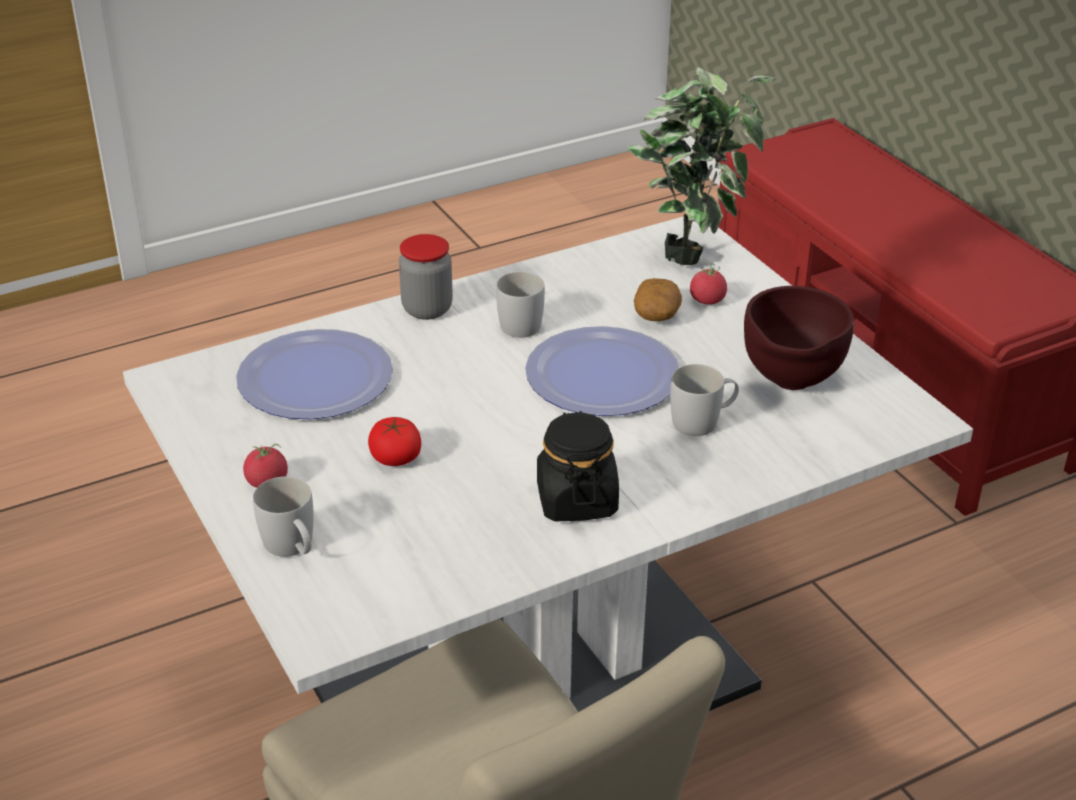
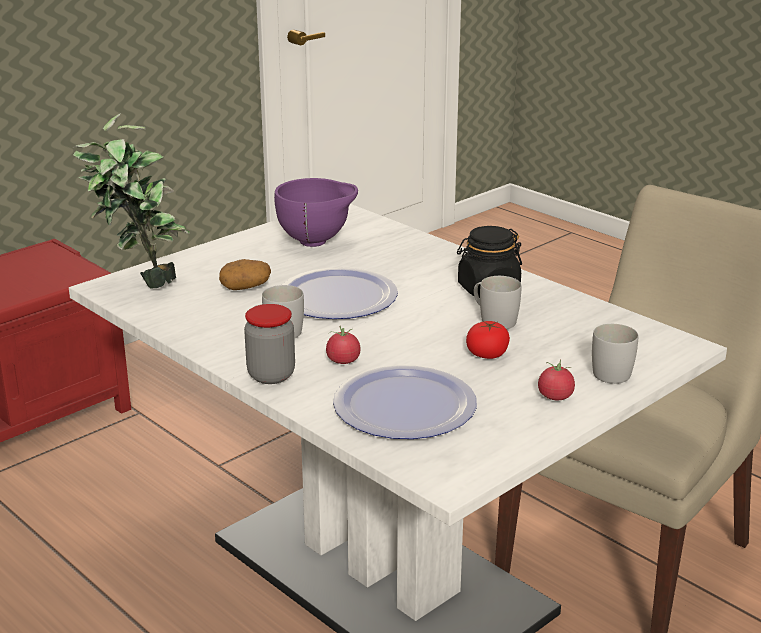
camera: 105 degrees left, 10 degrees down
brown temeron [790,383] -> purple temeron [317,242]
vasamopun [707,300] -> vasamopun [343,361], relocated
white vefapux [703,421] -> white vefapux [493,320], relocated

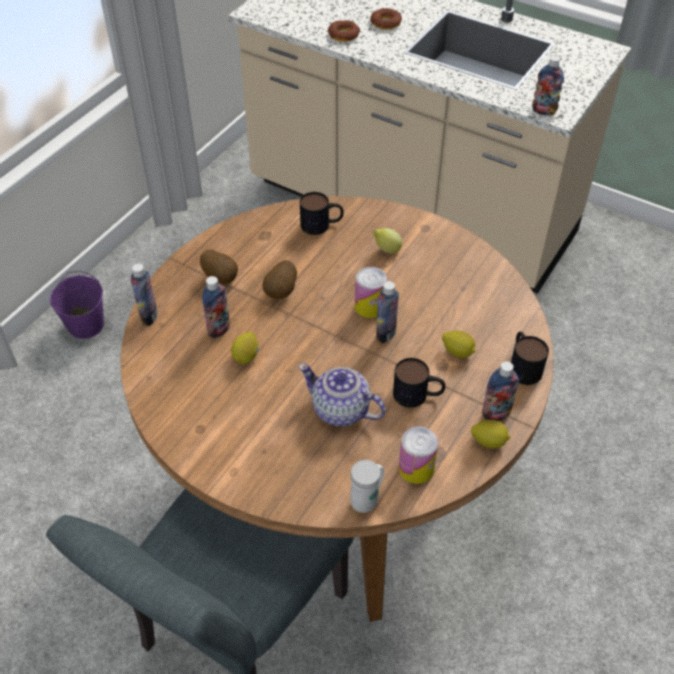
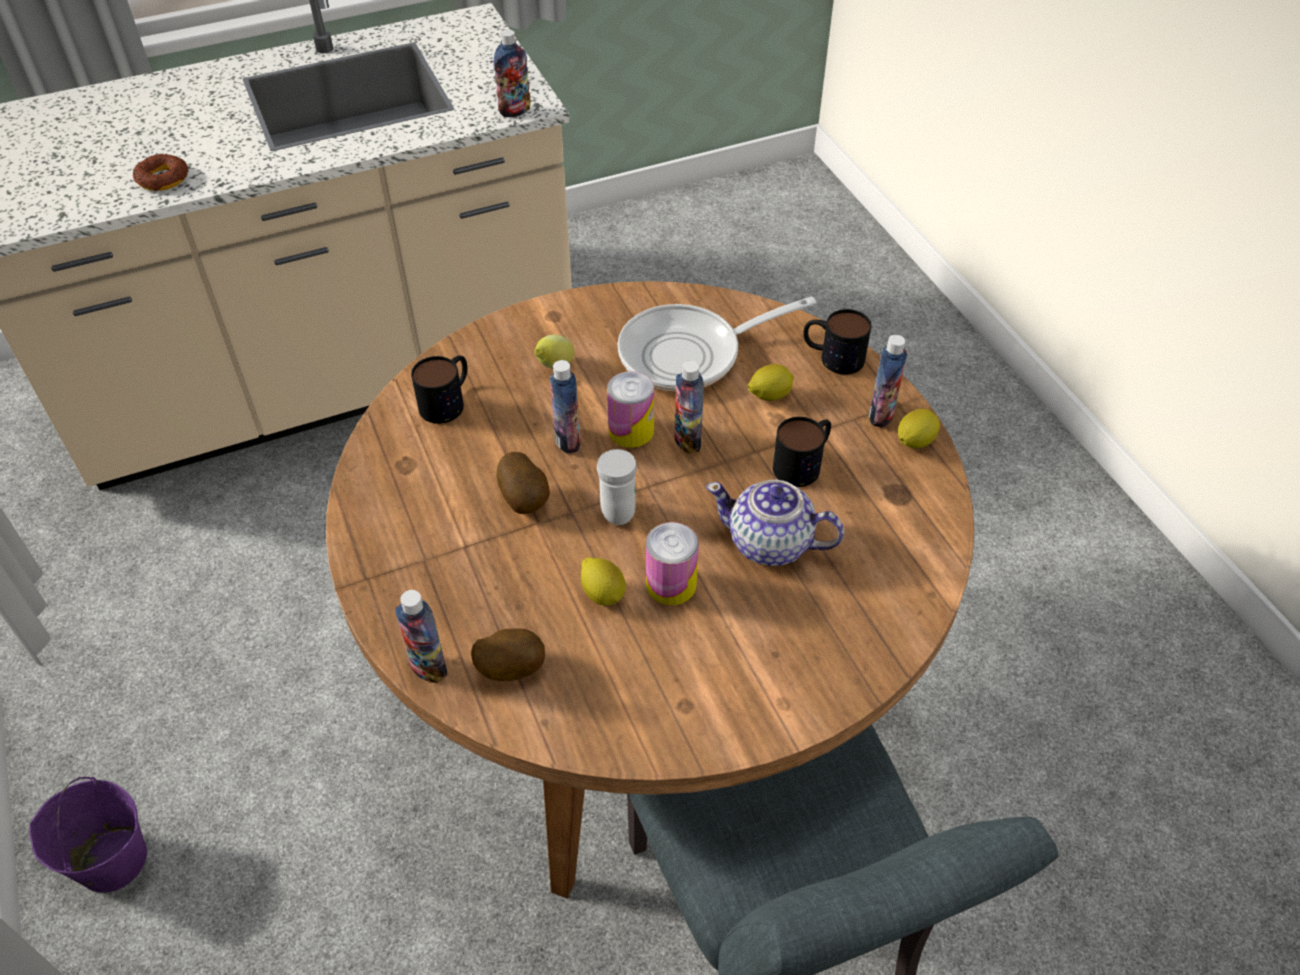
camera: 55 degrees left, 0 degrees up
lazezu [221,277] -> lazezu [510,668], relocated
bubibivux [219,329] -> bubibivux [567,440], relocated
white vefapux [367,499] -> white vefapux [616,507], relocated
none -> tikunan [690,354]
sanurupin [416,468] -> sanurupin [671,584], relocated
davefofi [341,410] -> davefofi [771,544], 45 degrees clockwise
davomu [385,23] -> none

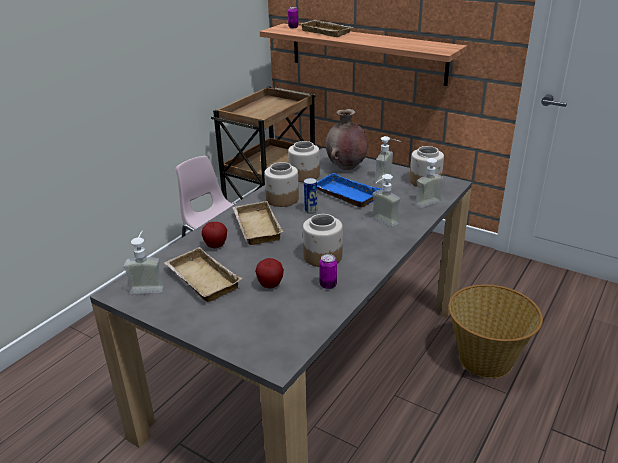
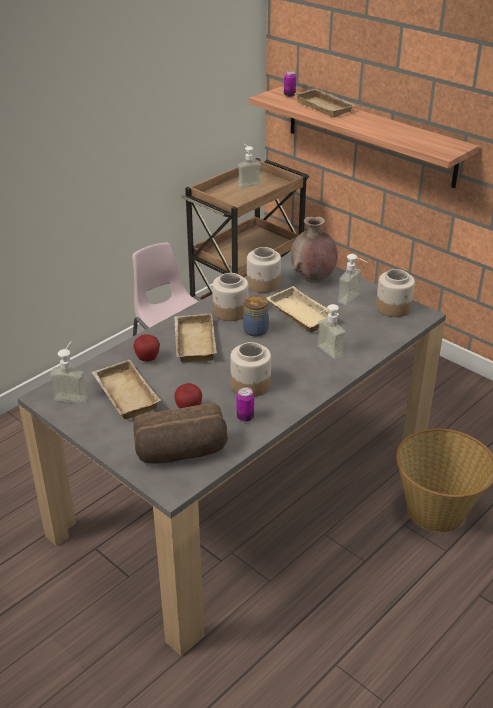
camera: 10 degrees right, 5 degrees up
none -> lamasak [181,453]
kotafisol [424,200] -> kotafisol [247,183], relocated
sanurupin [310,211] -> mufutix [256,329]
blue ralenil [344,195] -> beige ralenil [298,314]

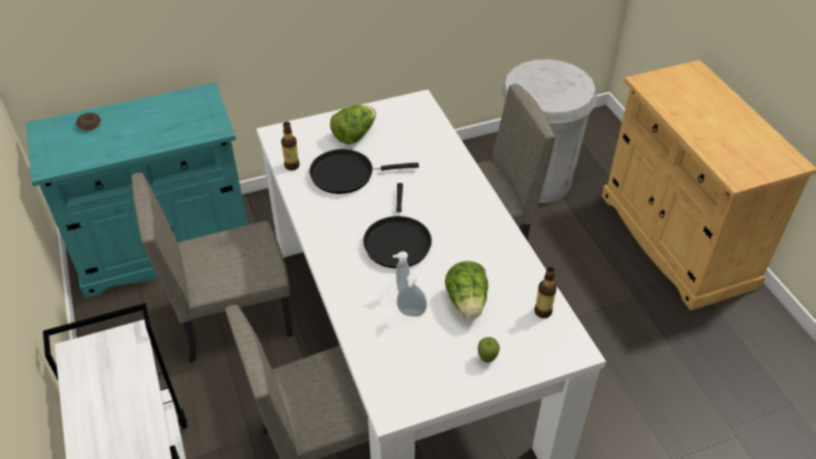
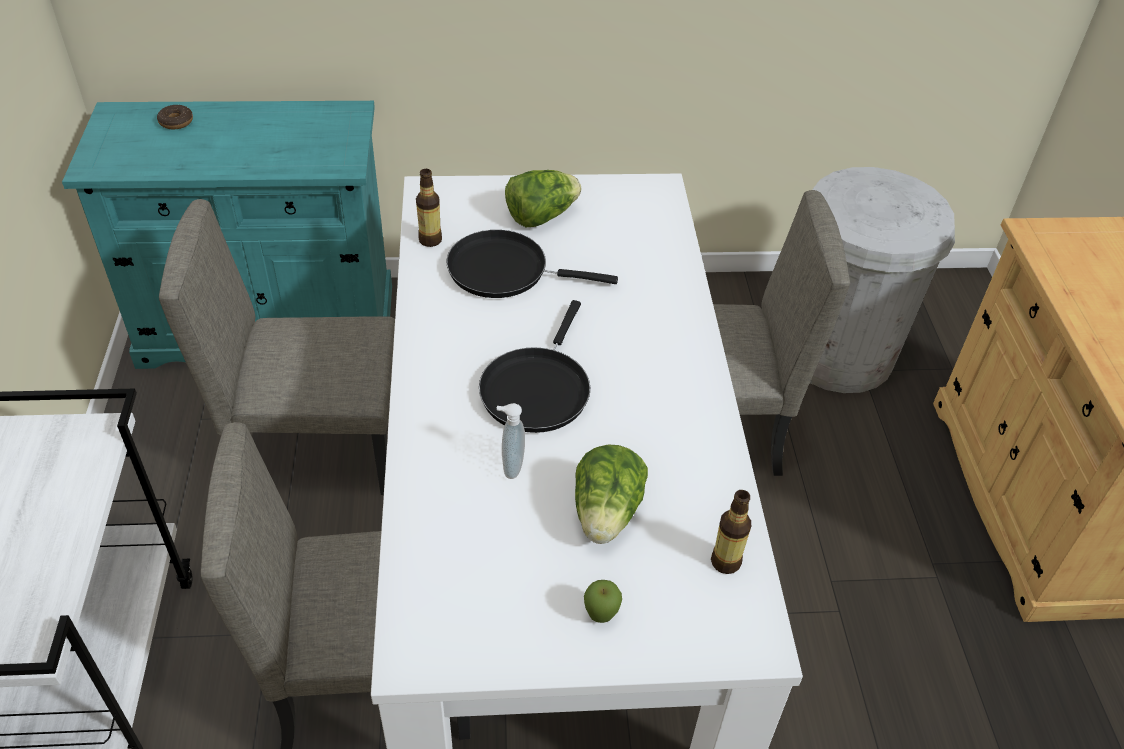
camera: 15 degrees right, 0 degrees up
kotafisol [411,314] -> none

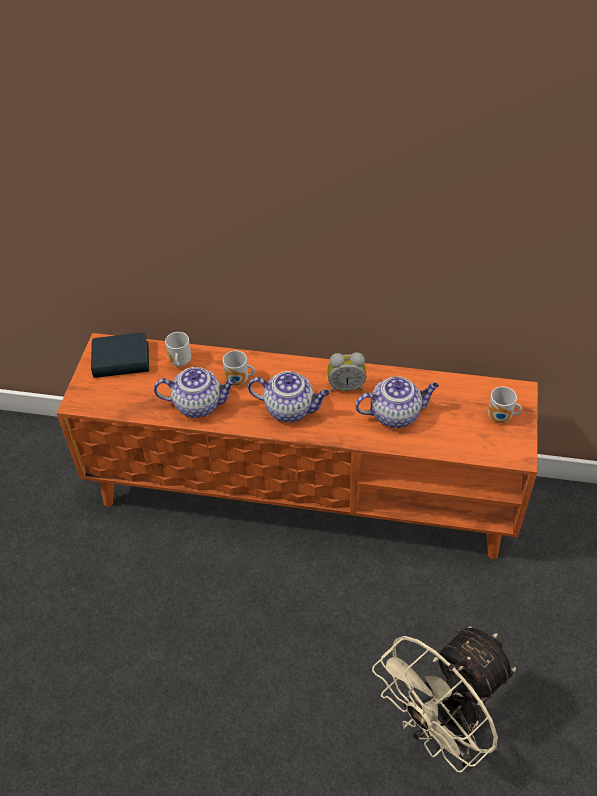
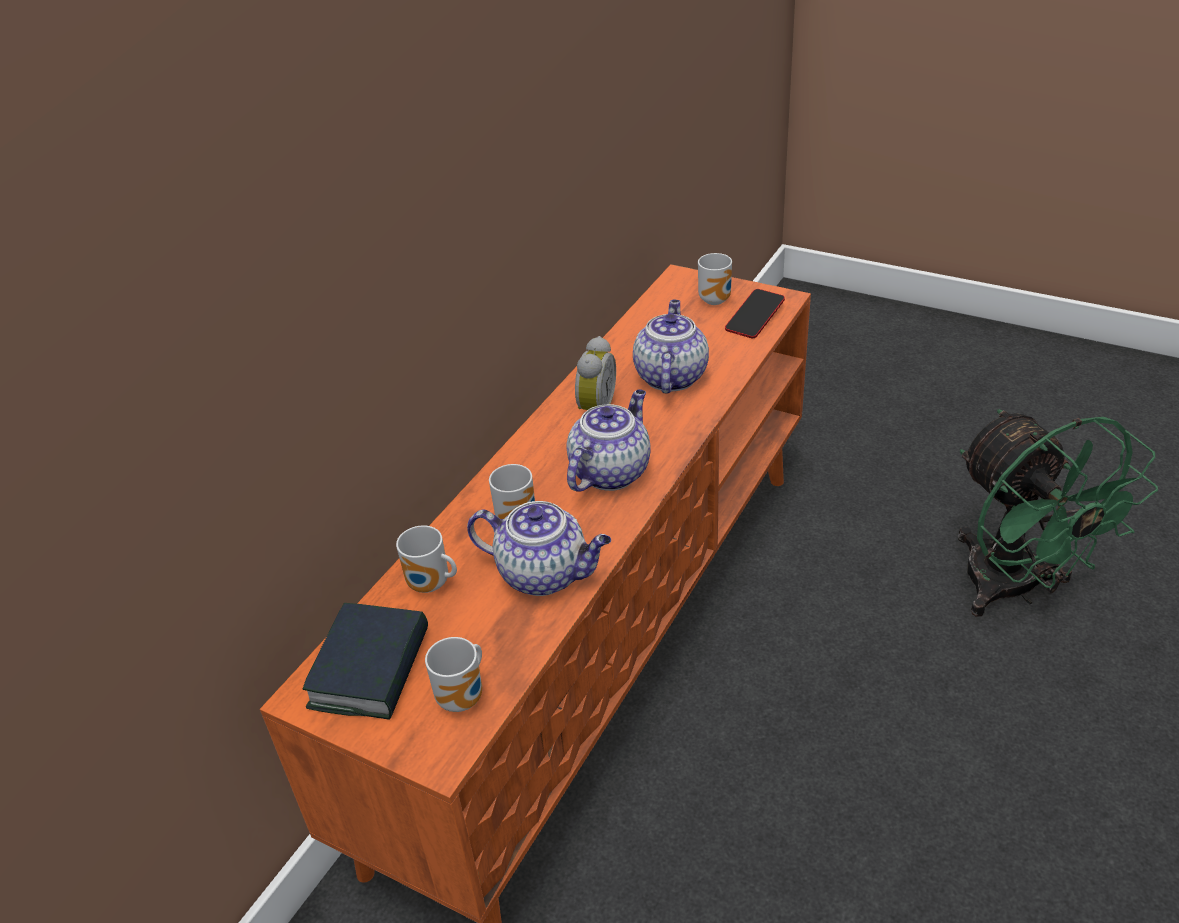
camera: 70 degrees left, 10 degrees down
none -> vefapux [464,698]
davefofi [199,404] -> davefofi [545,574], 90 degrees clockwise
none -> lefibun [755,318]
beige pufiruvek [440,729] -> green pufiruvek [1015,590]

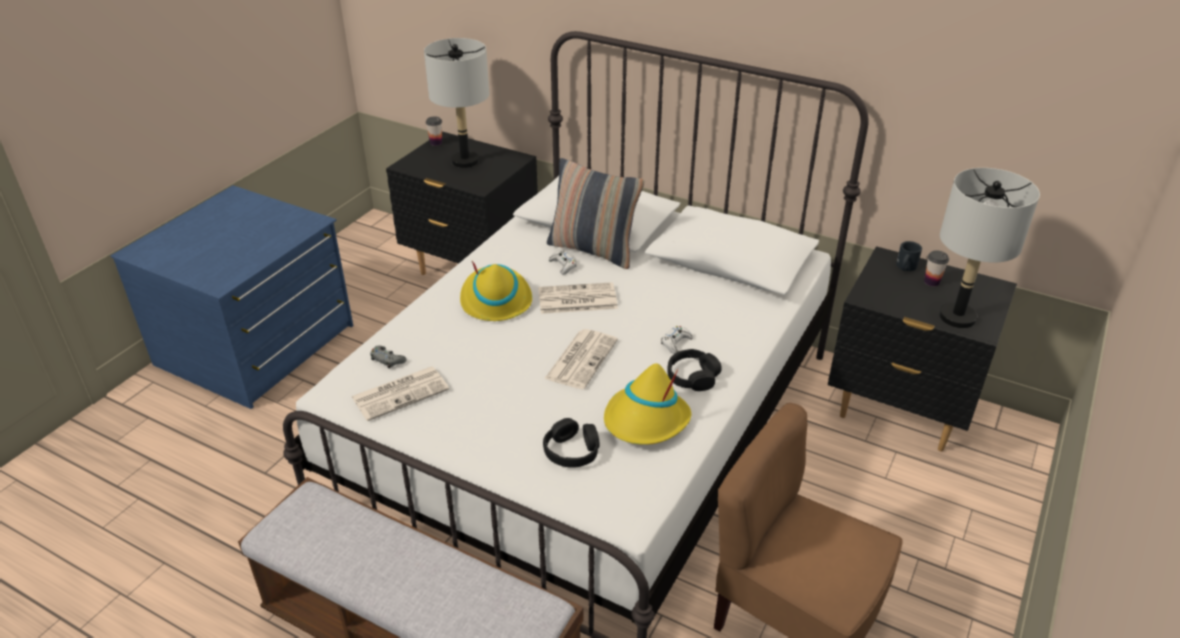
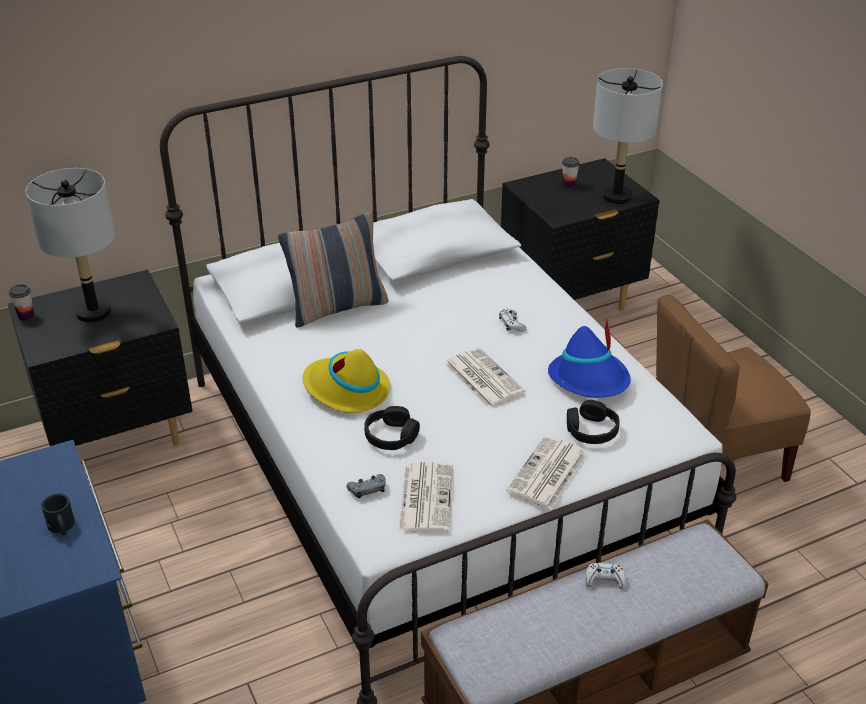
camera: 55 degrees left, 0 degrees up
black vefapux [905,267] -> black vefapux [62,527], relocated
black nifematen [692,377] -> black nifematen [391,436], relocated
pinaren [576,299] -> pinaren [547,474], relocated
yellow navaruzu [646,421] -> blue navaruzu [590,379]
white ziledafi [563,265] -> white ziledafi [604,580], relocated

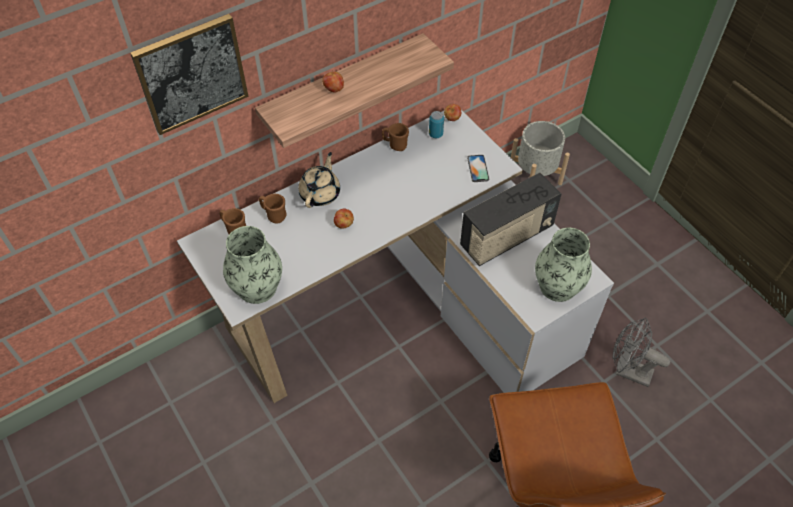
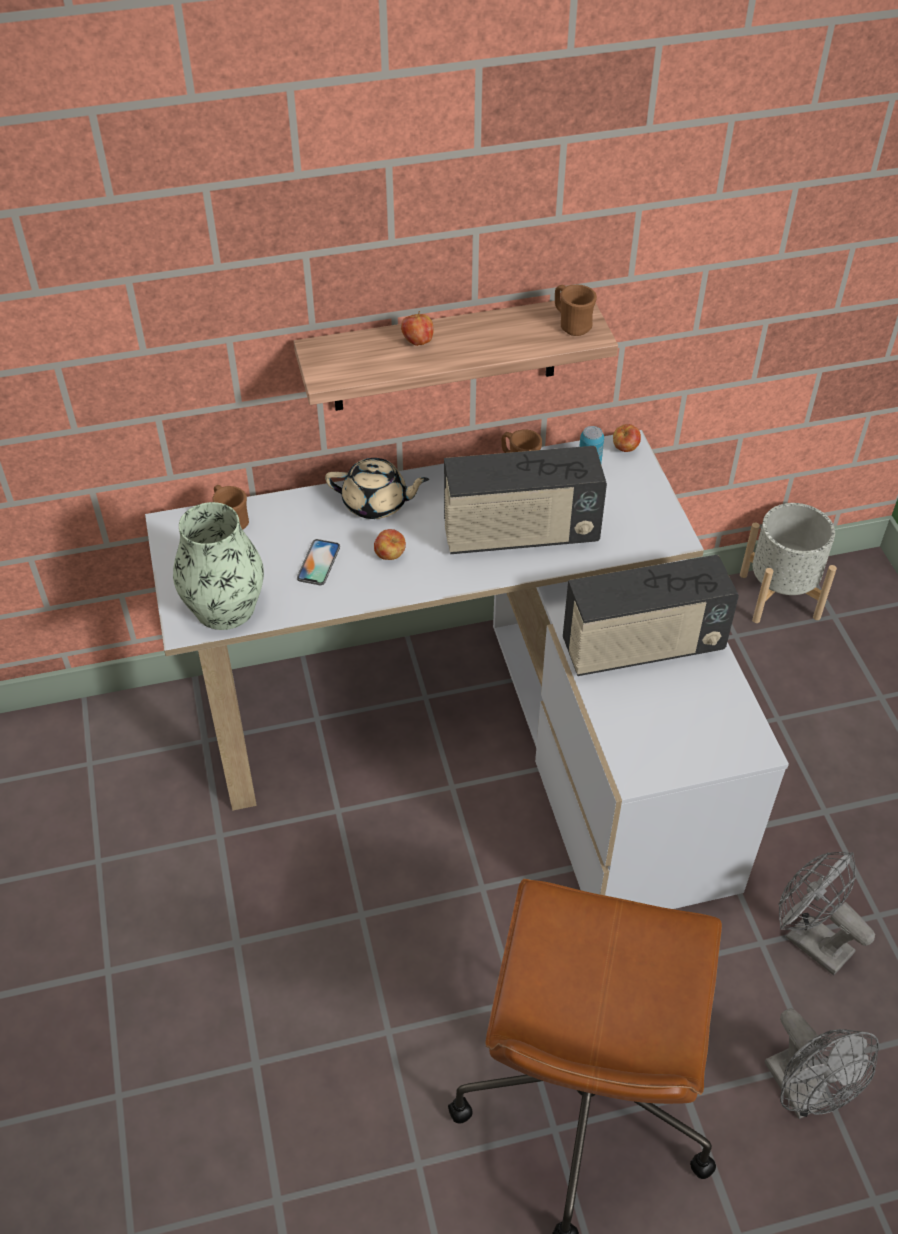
camera: 20 degrees right, 5 degrees down
lefibun [478,168] -> lefibun [318,562], relocated
beige davefofi [320,193] -> beige davefofi [376,503], 60 degrees clockwise
none -> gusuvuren [520,534]
brown vefapux [274,215] -> brown vefapux [571,325], relocated
none -> grey pufiruvek [804,1093]
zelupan [191,74] -> none
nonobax [558,286] -> none

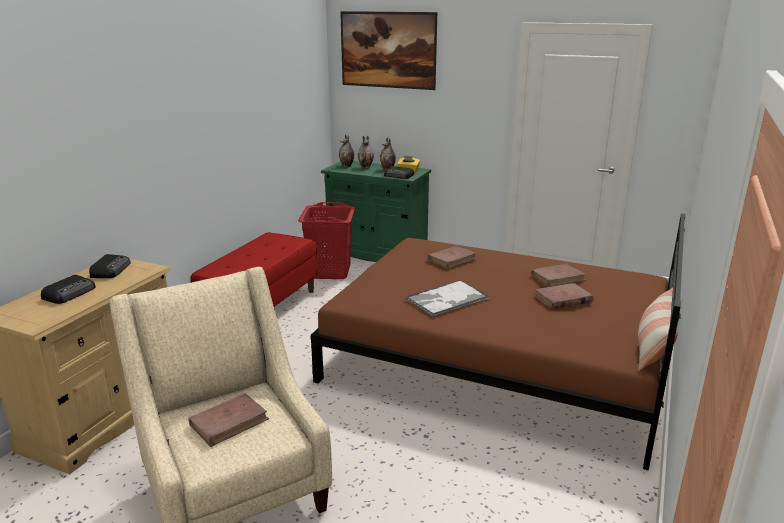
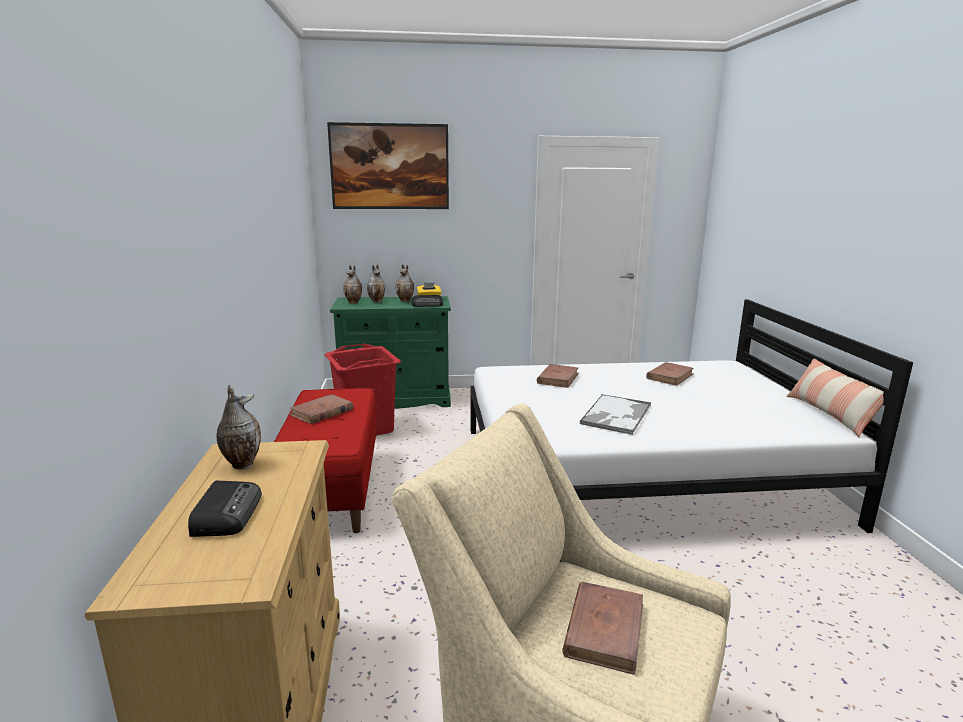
camera: 30 degrees left, 5 degrees down
gusuvuren [111,270] -> nonobax [241,464]
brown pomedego [562,299] -> brown pomedego [321,412], relocated
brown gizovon [498,360] -> white gizovon [640,473]

